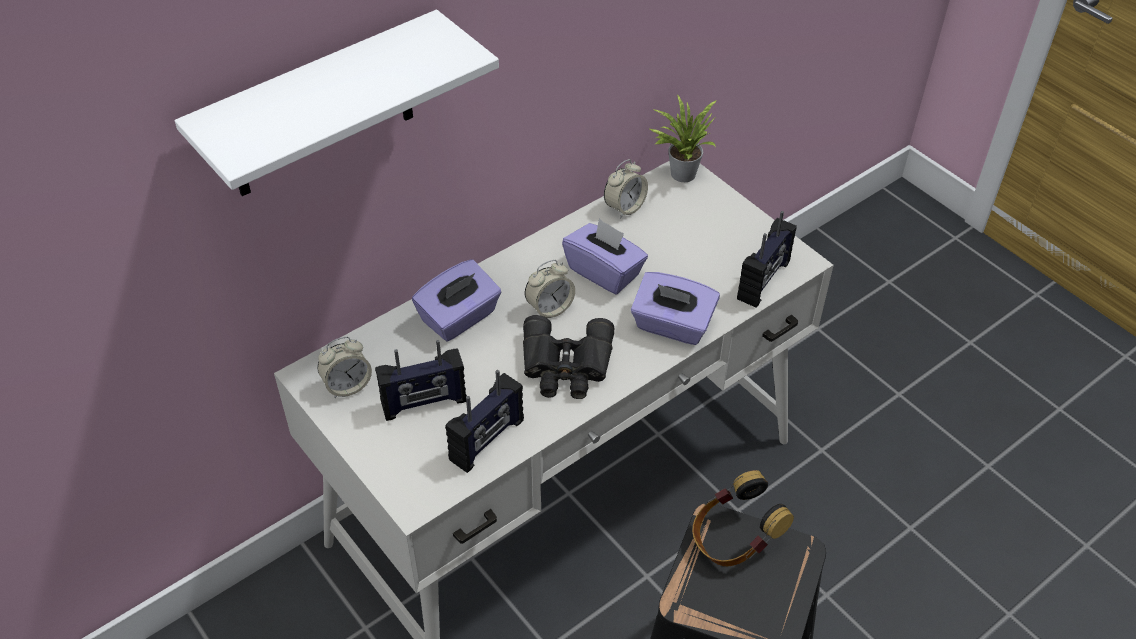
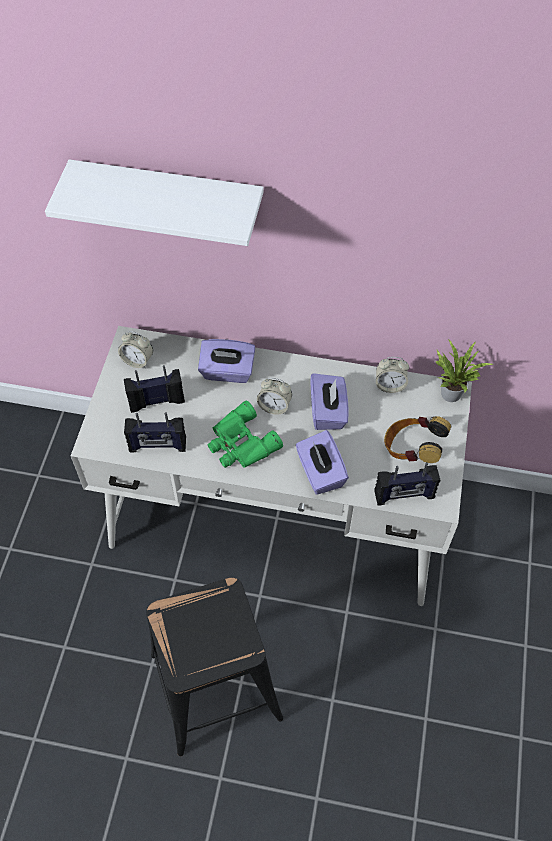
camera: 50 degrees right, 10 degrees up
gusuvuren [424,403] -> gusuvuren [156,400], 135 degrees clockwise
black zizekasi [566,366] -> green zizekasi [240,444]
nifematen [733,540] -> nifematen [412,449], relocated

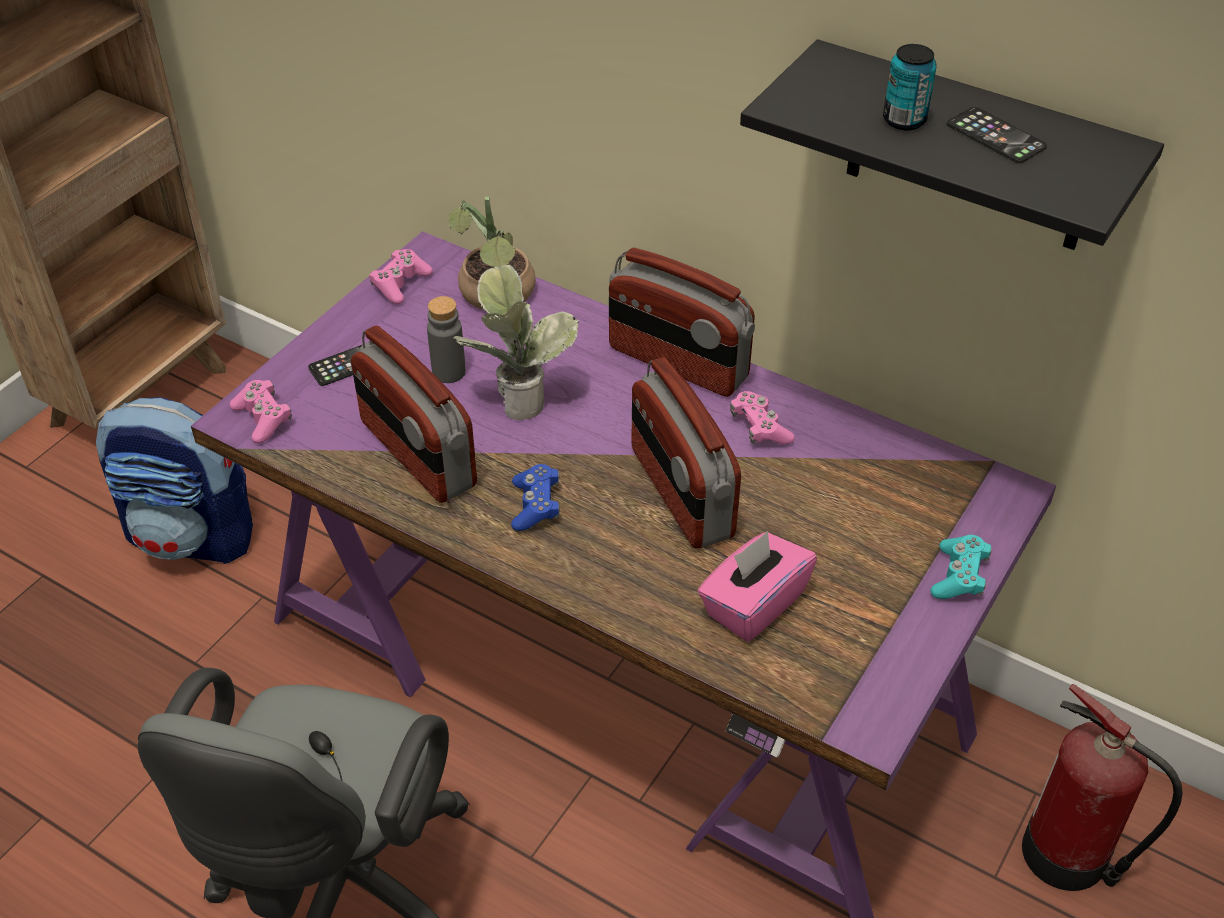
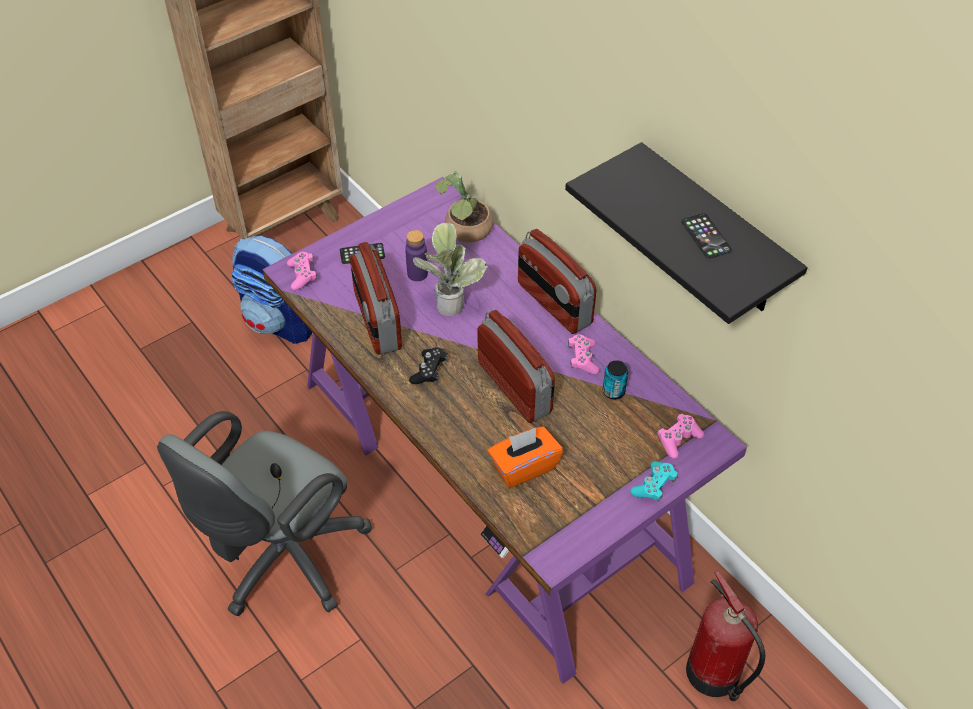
camera: 20 degrees right, 5 degrees up
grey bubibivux [449,372] -> purple bubibivux [417,274]
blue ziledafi [536,506] -> black ziledafi [429,371]
gusuvuren [680,493] -> gusuvuren [515,387], 150 degrees clockwise
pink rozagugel [753,604] -> orange rozagugel [524,466]
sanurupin [904,120] -> sanurupin [613,391], relocated
pink ziledafi [400,284] -> pink ziledafi [678,439], relocated

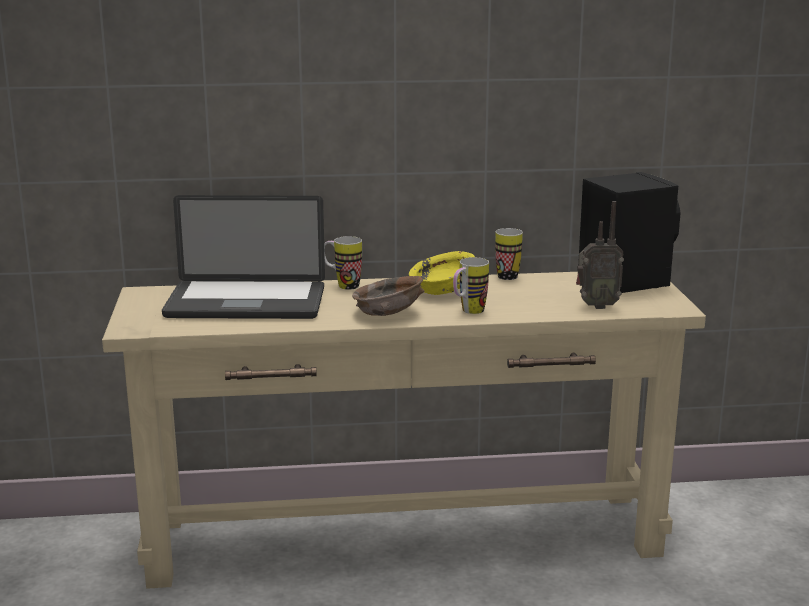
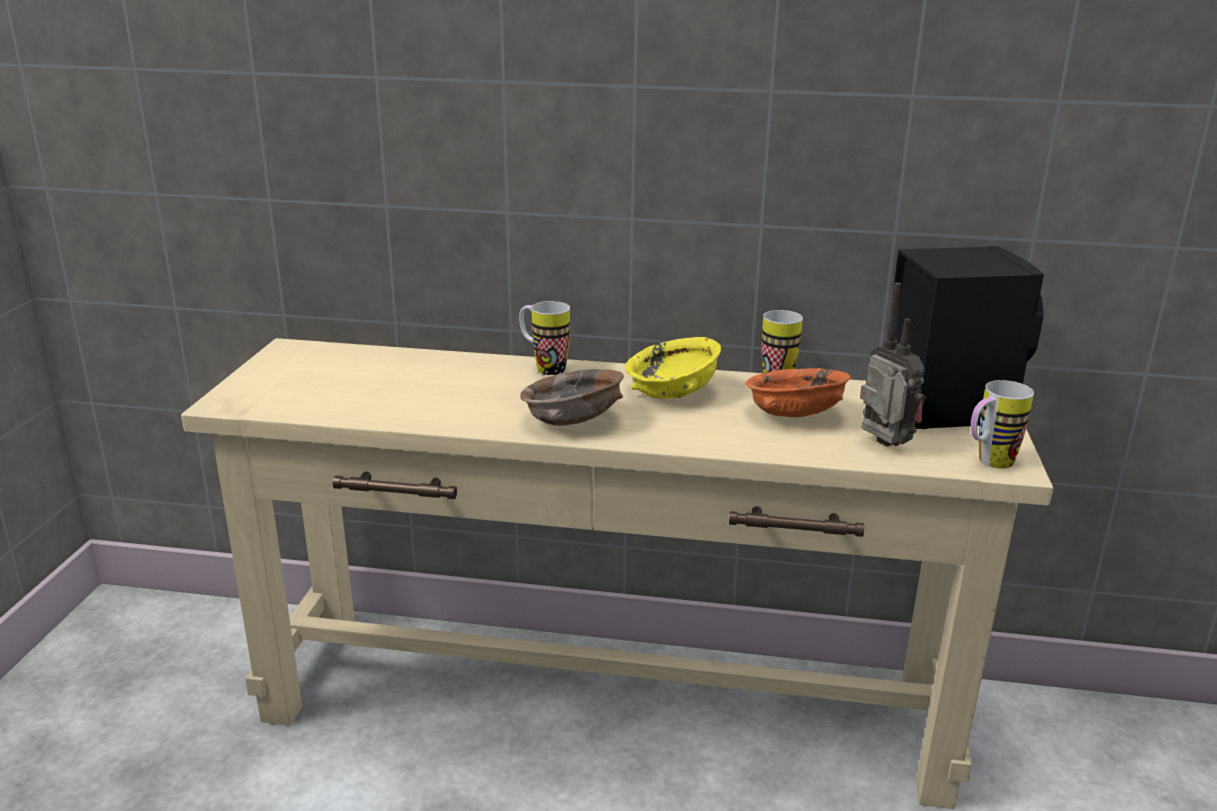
camera: 15 degrees right, 5 degrees up
none -> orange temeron [795,414]
gusuvuren [596,306] -> gusuvuren [882,446], 135 degrees counterclockwise
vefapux [468,312] -> vefapux [988,463], relocated
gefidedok [246,303] -> none

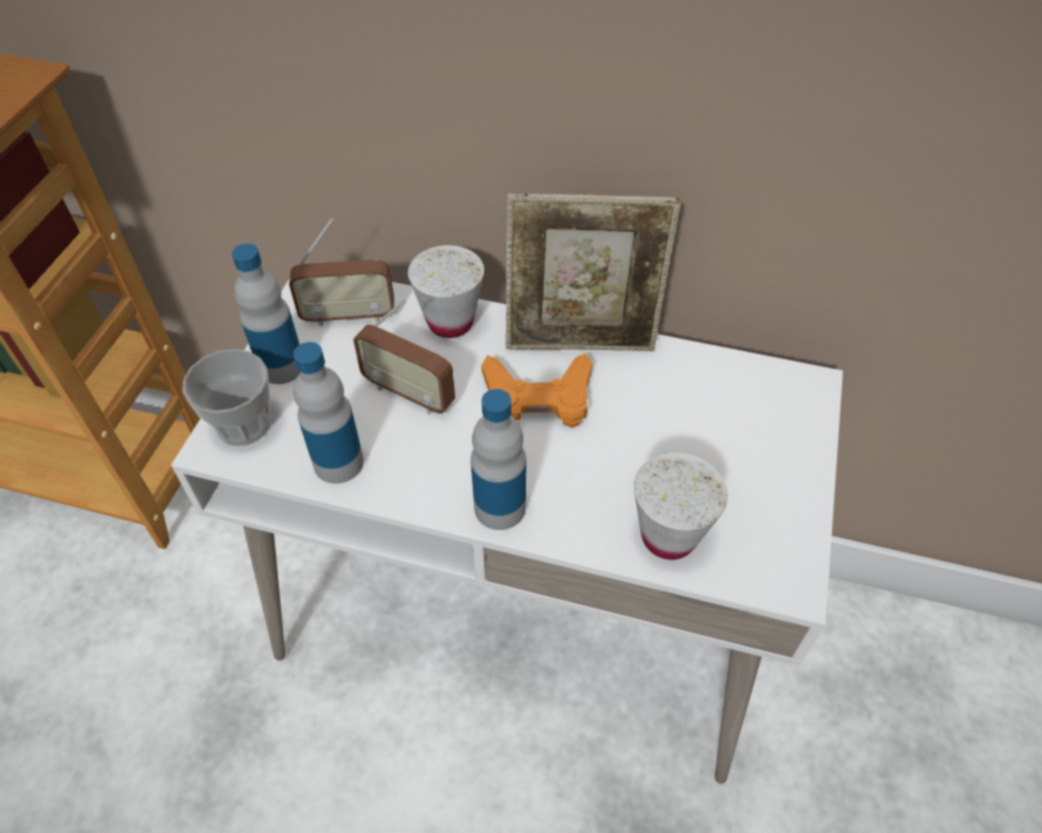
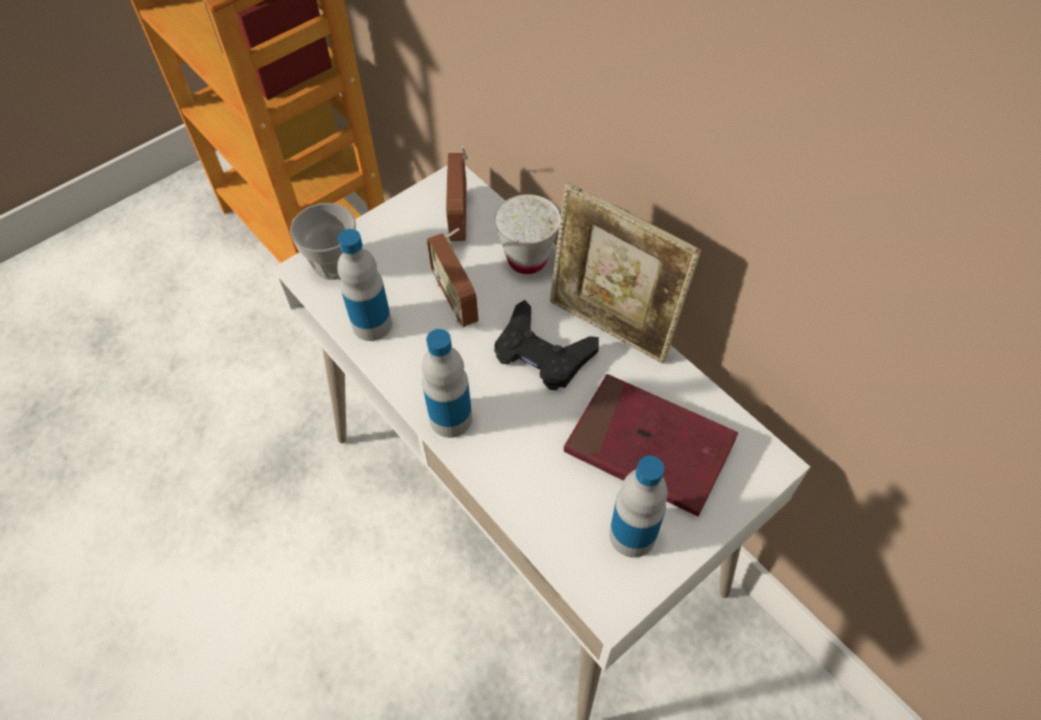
camera: 35 degrees right, 5 degrees up
gusuvuren [348,316] -> gusuvuren [460,218], 60 degrees clockwise
orange ziledafi [537,399] -> black ziledafi [542,353]
none -> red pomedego [649,447]
bubibivux [281,366] -> bubibivux [632,535], relocated
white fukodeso [668,536] -> none

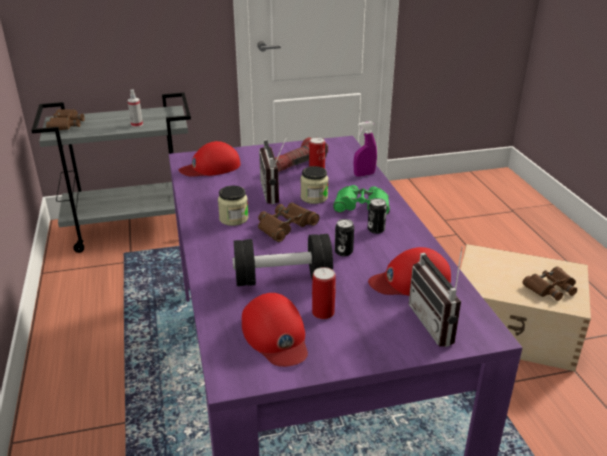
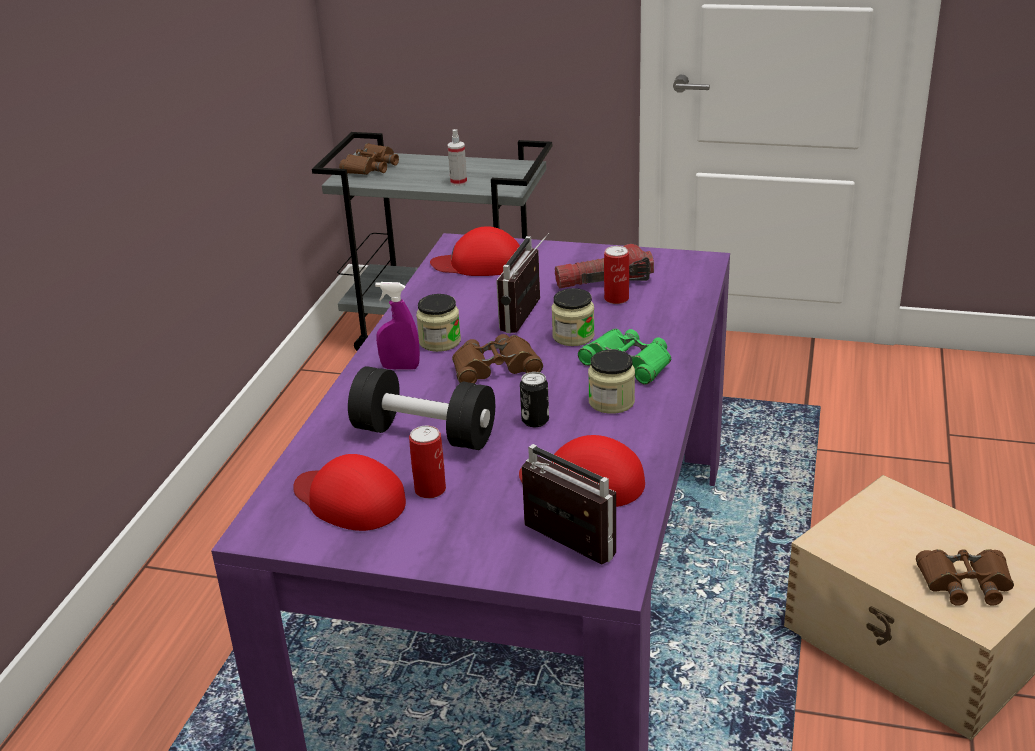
camera: 30 degrees right, 0 degrees up
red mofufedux [276,335] -> red mofufedux [349,500], 120 degrees clockwise
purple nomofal [364,175] -> purple nomofal [400,367], relocated
gusuvuren [438,323] -> gusuvuren [560,547], 120 degrees clockwise
sanurupin [376,230] -> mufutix [611,402]

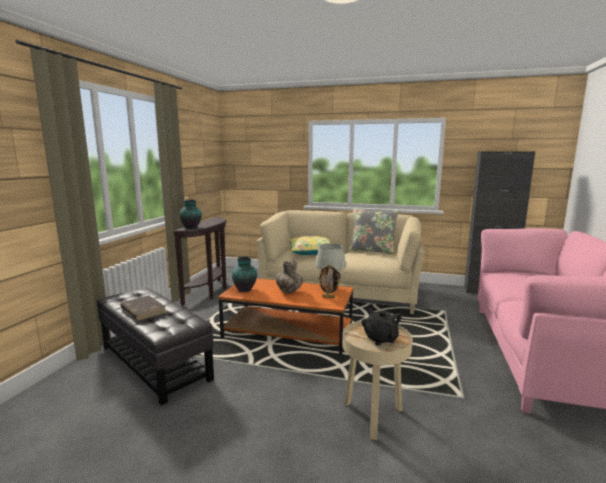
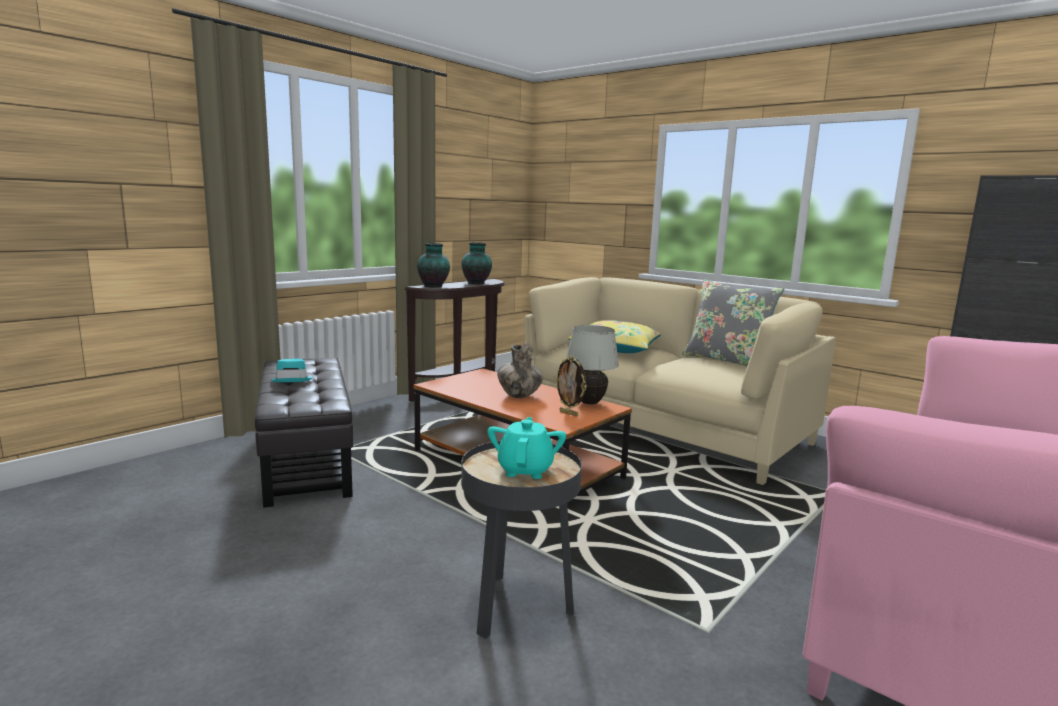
camera: 25 degrees right, 0 degrees up
brown pomedego [143,310] -> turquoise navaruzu [292,380]
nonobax [245,289] -> nonobax [477,283], relocated
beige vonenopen [373,416] -> black vonenopen [517,607]
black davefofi [380,339] -> turquoise davefofi [525,470]

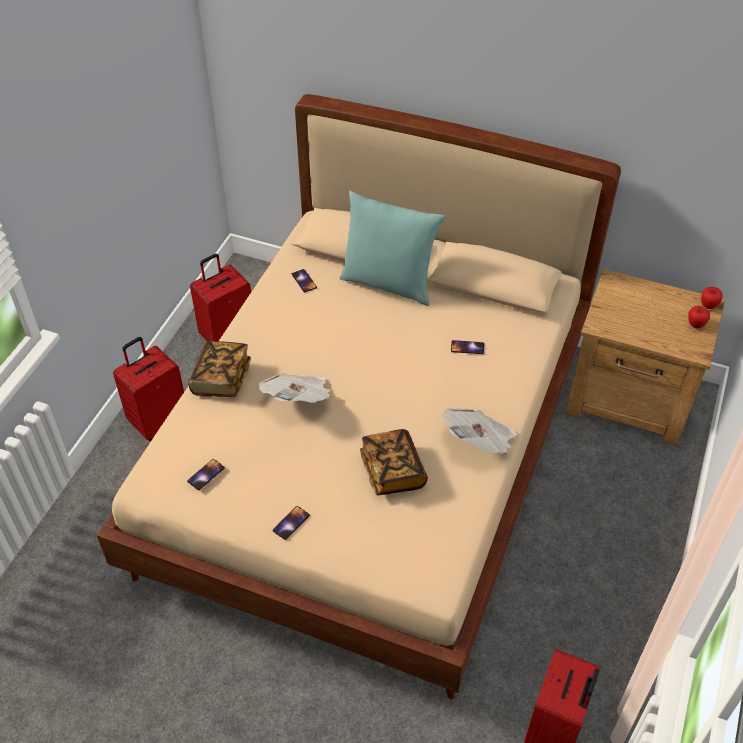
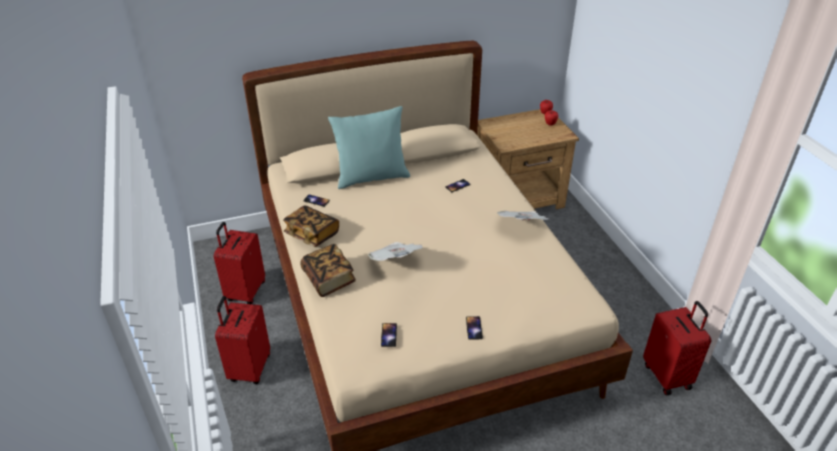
camera: 40 degrees left, 10 degrees down
pomedego [392,471] -> pomedego [312,234], relocated

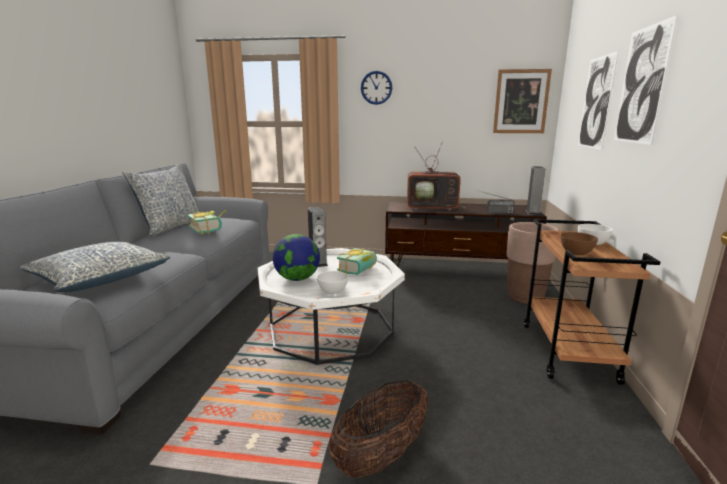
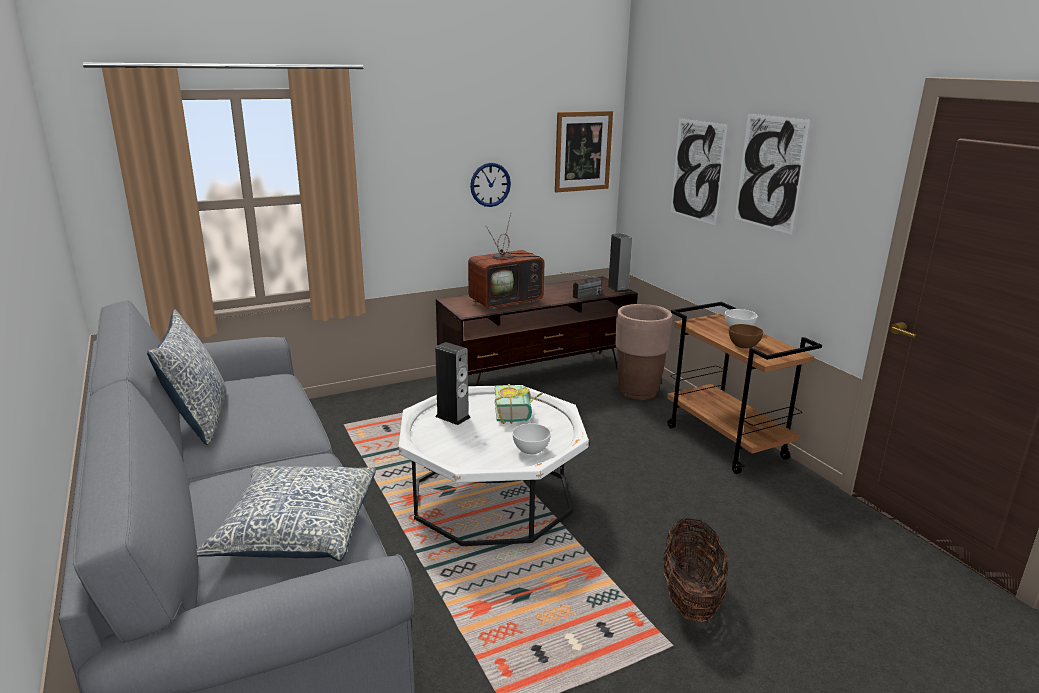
camera: 35 degrees left, 5 degrees up
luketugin [376,87] -> luketugin [490,184], relocated
pomedego [209,229] -> none
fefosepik [297,279] -> none

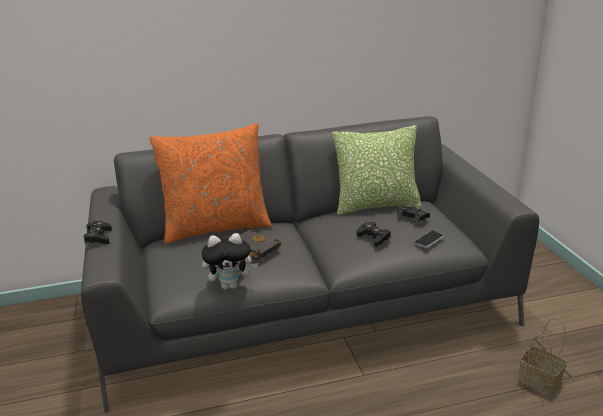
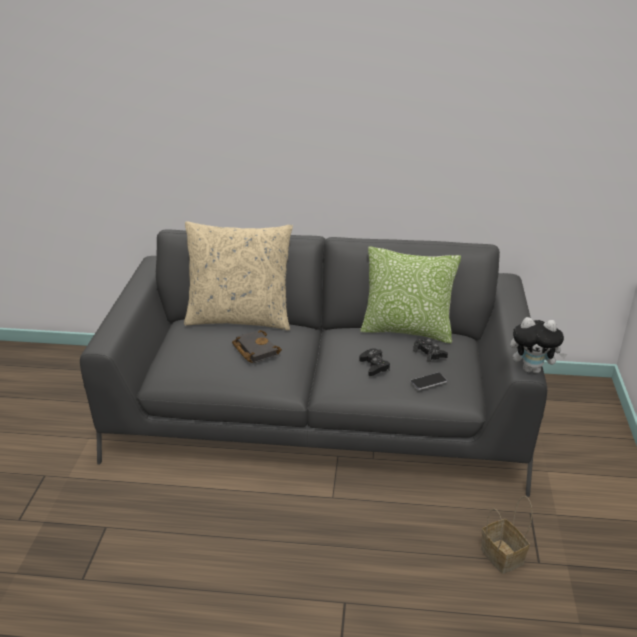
camera: 20 degrees right, 5 degrees up
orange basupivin [216,227] -> beige basupivin [240,318]
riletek [231,285] -> riletek [533,369], relocated
black ziledafi [98,237] -> none

